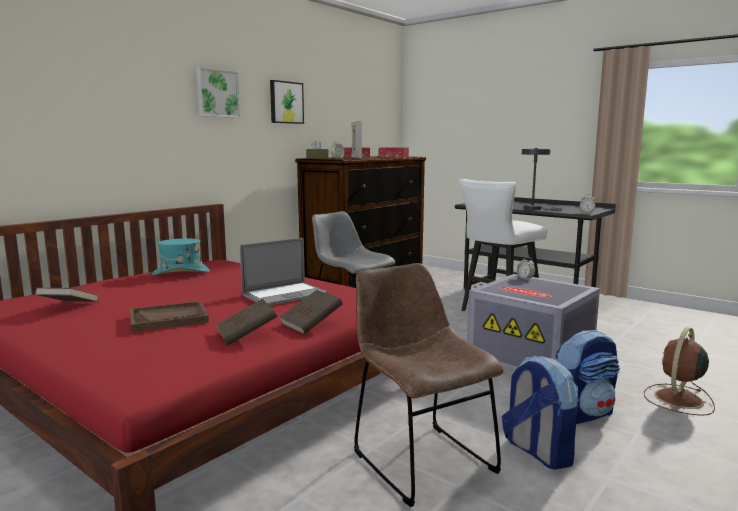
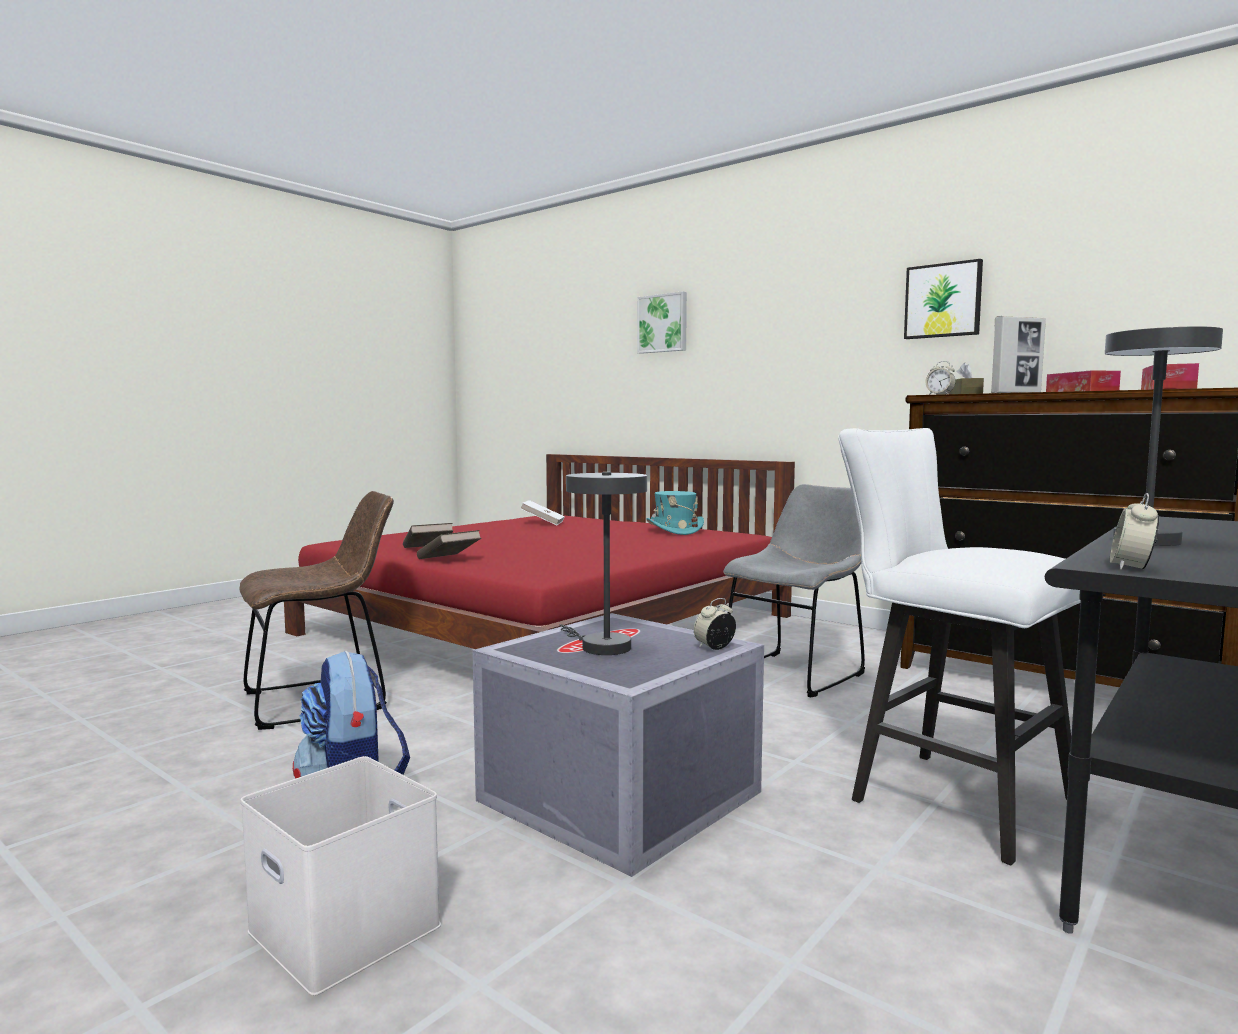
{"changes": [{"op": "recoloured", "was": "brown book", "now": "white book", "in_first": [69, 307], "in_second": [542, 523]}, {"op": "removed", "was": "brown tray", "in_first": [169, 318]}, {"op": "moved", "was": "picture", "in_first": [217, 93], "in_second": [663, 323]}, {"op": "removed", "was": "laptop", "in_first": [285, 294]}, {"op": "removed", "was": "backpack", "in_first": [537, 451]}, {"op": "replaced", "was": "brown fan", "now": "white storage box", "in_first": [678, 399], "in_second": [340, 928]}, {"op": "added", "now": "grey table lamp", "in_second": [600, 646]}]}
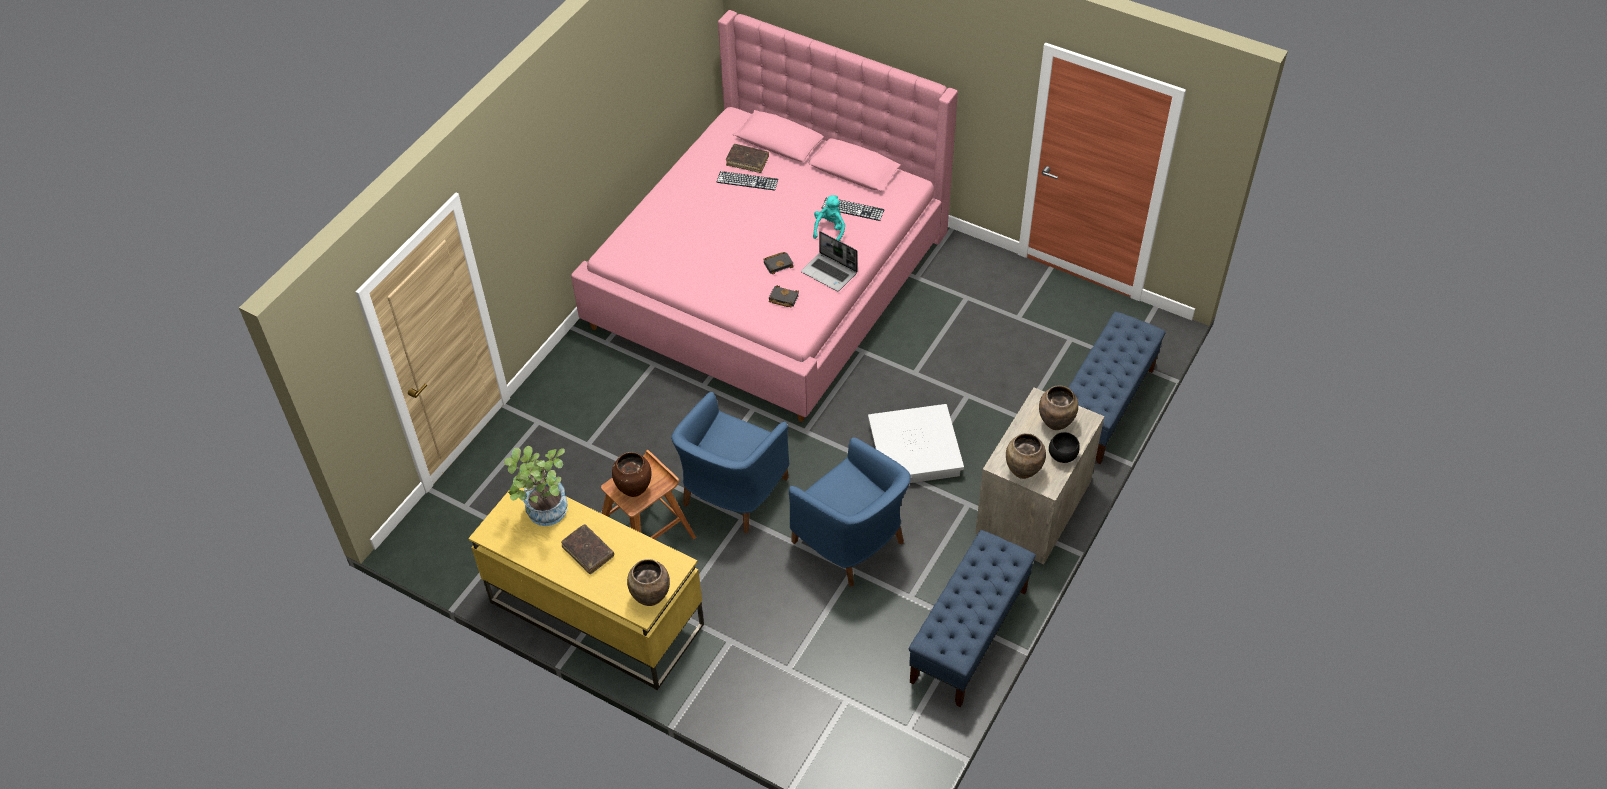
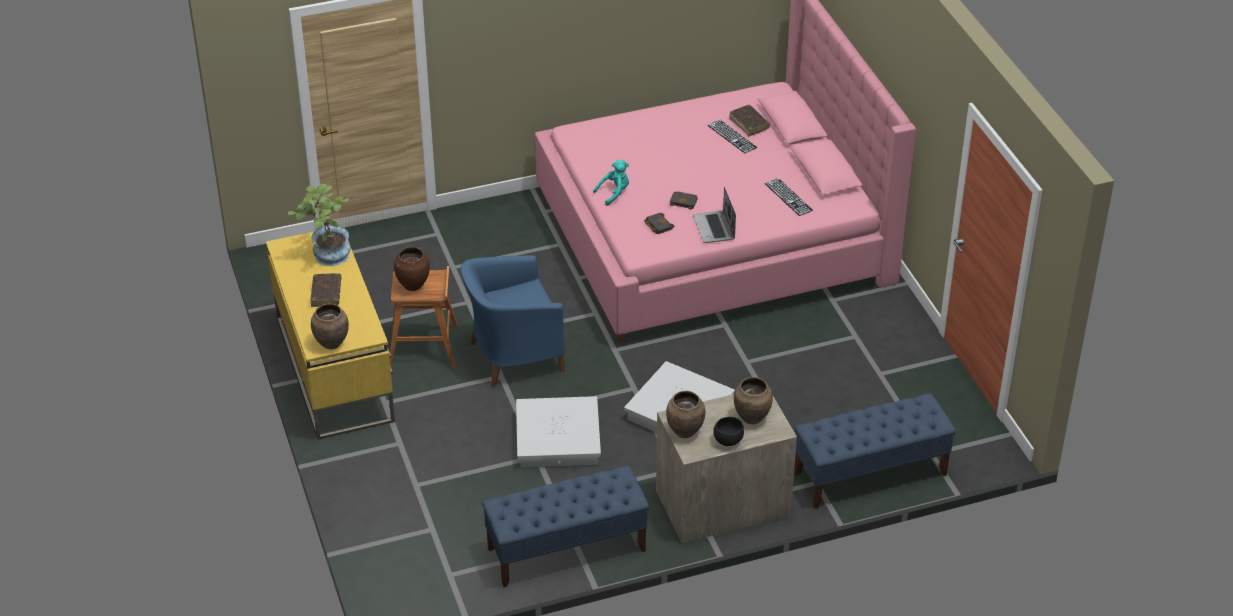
{"changes": [{"op": "replaced", "was": "blue armchair", "now": "white storage box", "in_first": [851, 542], "in_second": [557, 439]}, {"op": "moved", "was": "turquoise plush toy", "in_first": [830, 229], "in_second": [614, 193]}]}
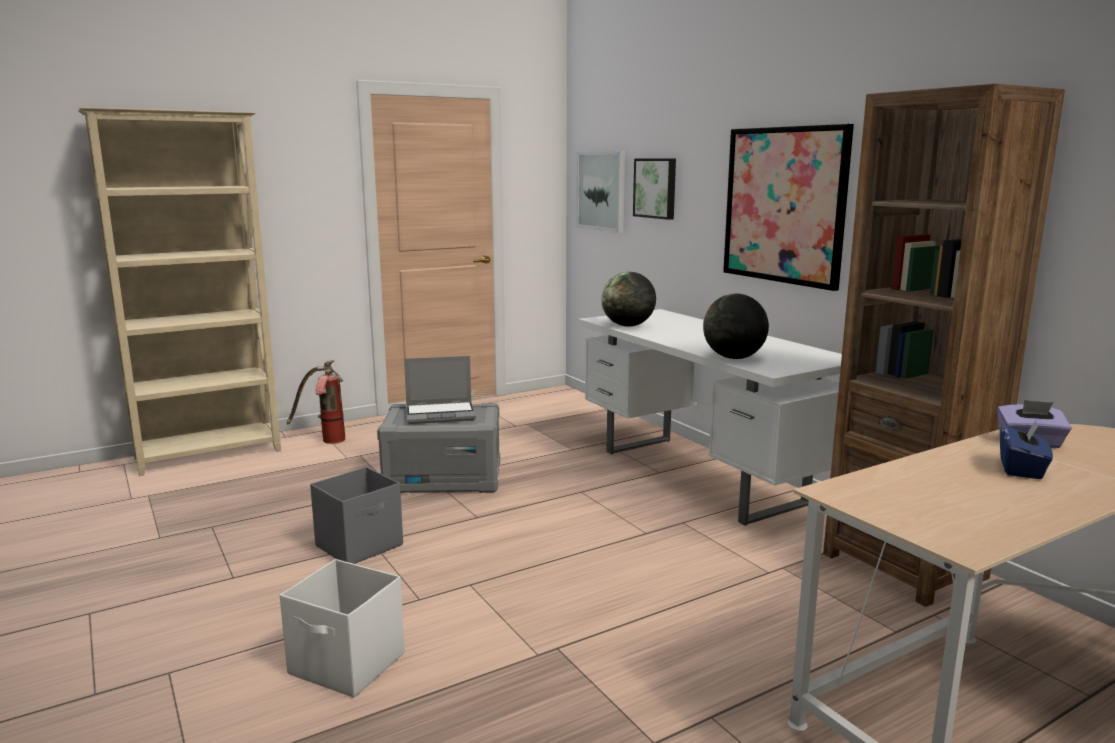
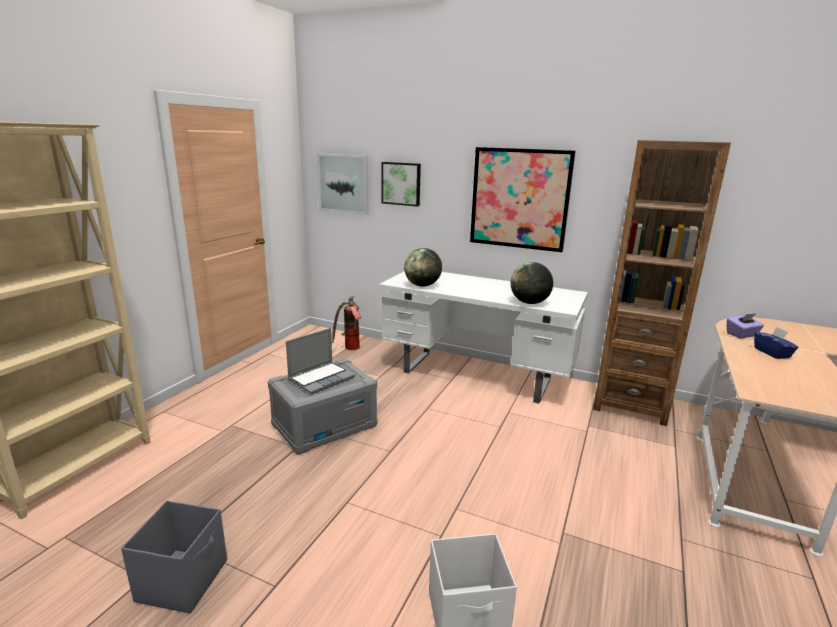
{"changes": [{"op": "moved", "was": "fire extinguisher", "in_first": [325, 441], "in_second": [349, 349]}, {"op": "moved", "was": "grey storage box", "in_first": [360, 545], "in_second": [184, 580]}]}
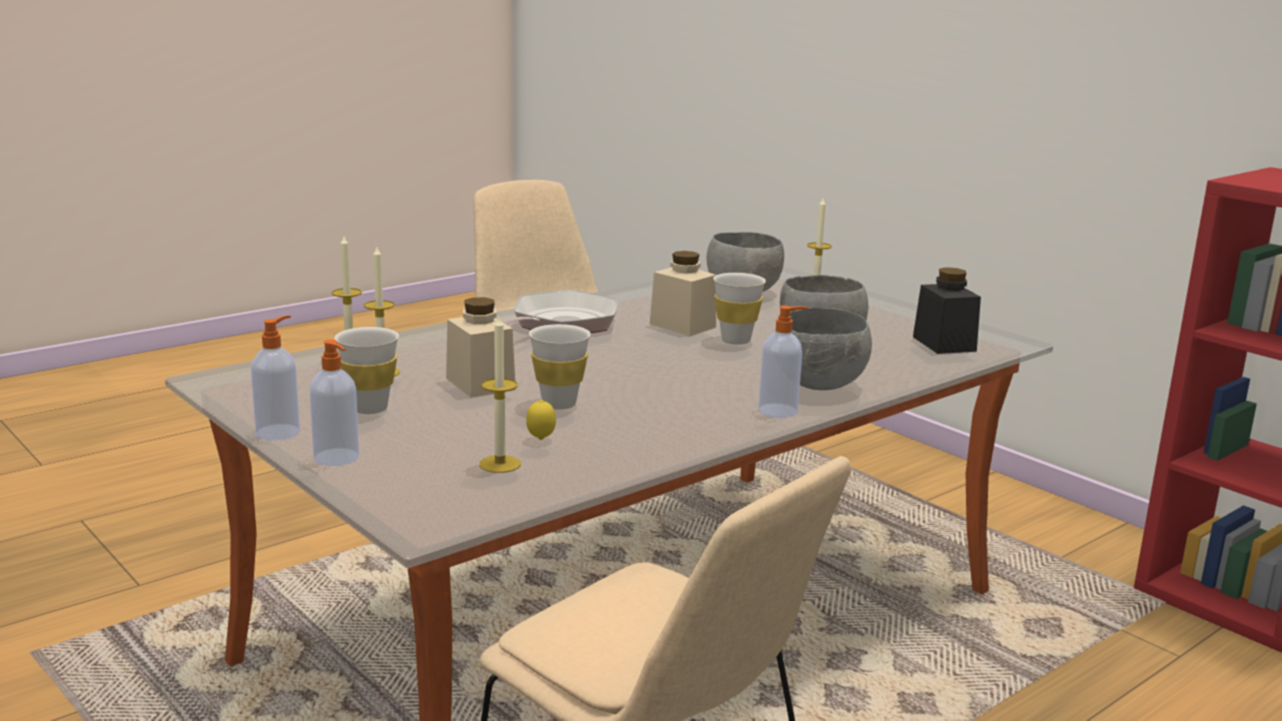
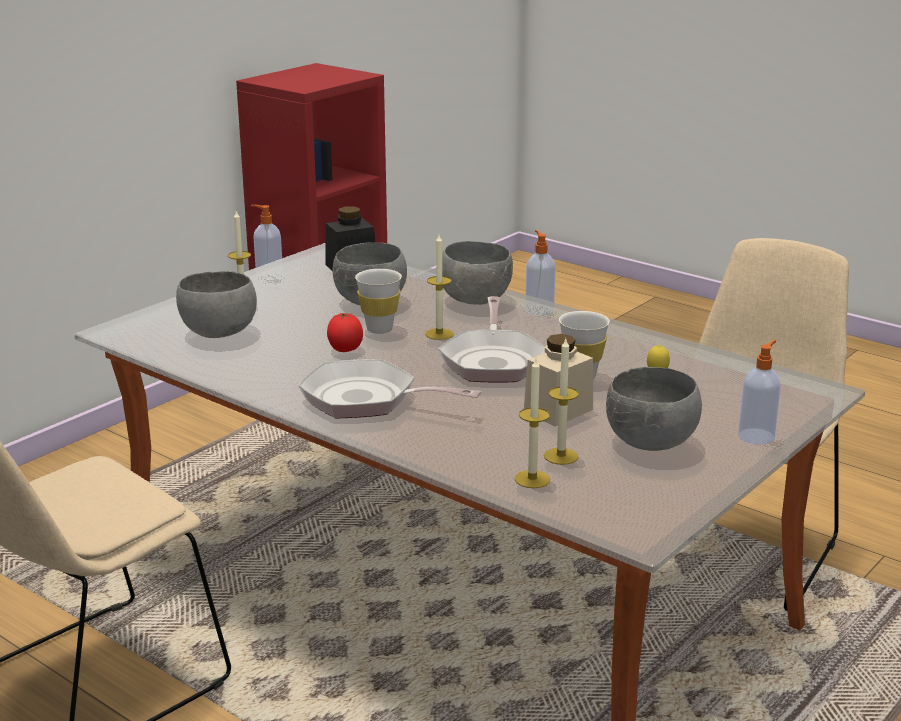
{"changes": [{"op": "moved", "was": "soap dispenser", "in_first": [279, 432], "in_second": [268, 278]}, {"op": "replaced", "was": "white cup", "now": "grey bowl", "in_first": [370, 408], "in_second": [650, 444]}, {"op": "moved", "was": "candle", "in_first": [500, 464], "in_second": [439, 334]}, {"op": "replaced", "was": "beige jar", "now": "tomato", "in_first": [682, 325], "in_second": [345, 350]}, {"op": "added", "now": "frying pan", "in_second": [493, 360]}]}
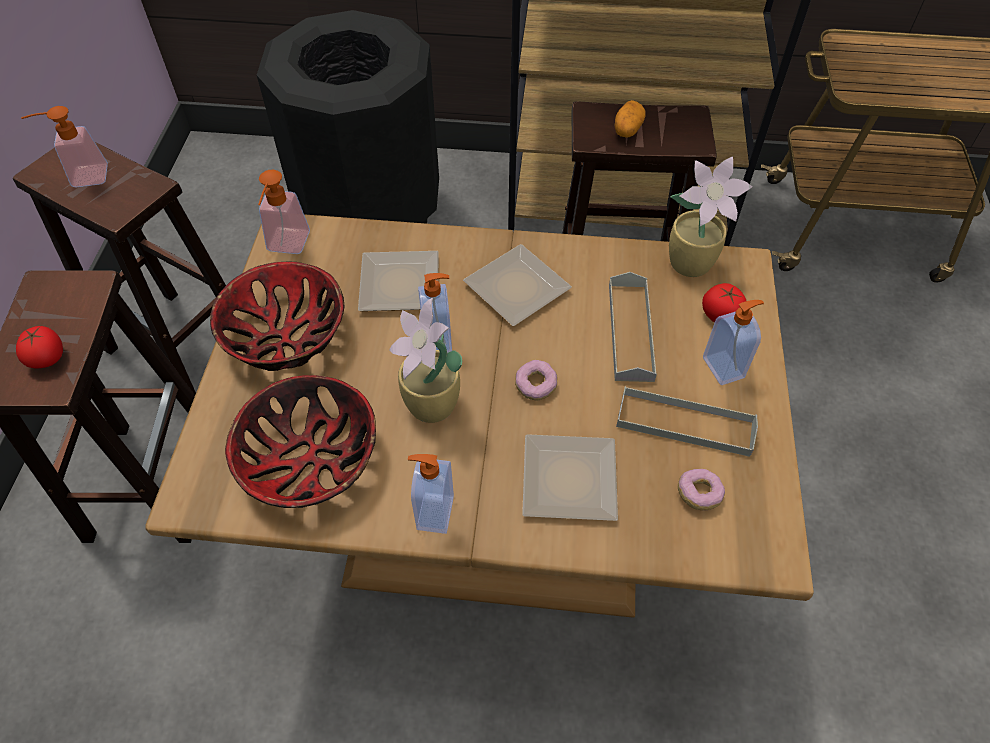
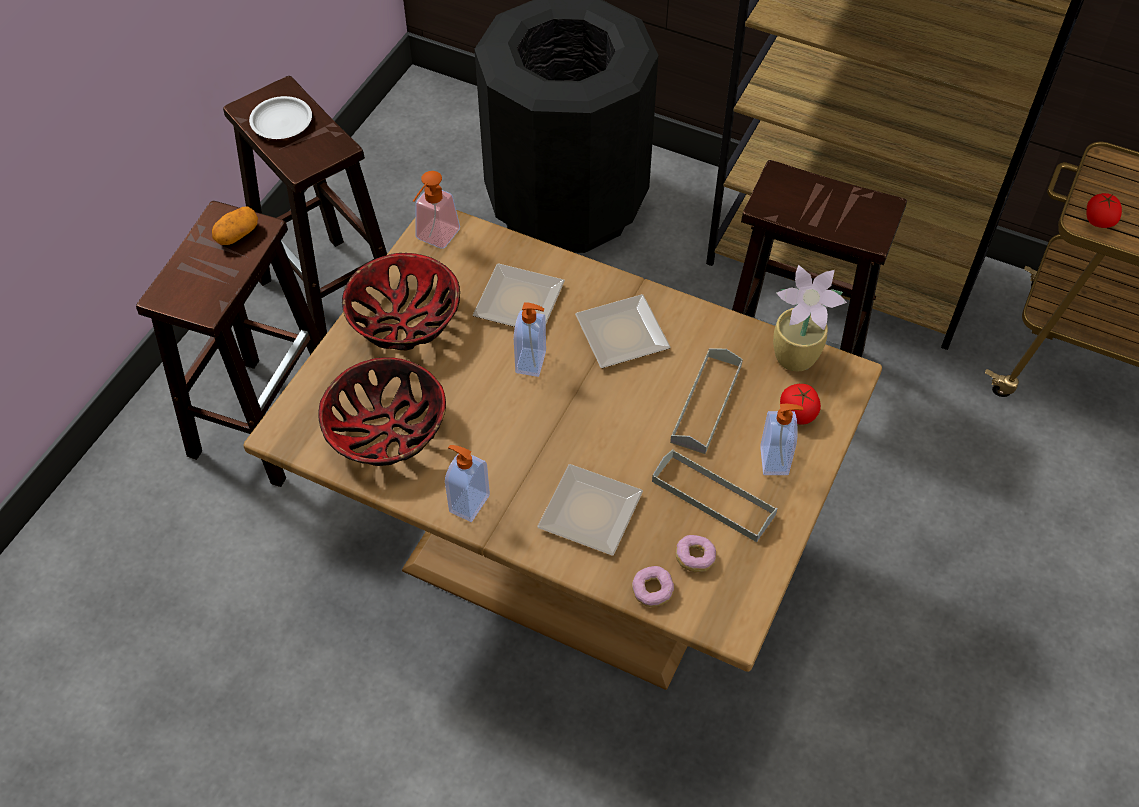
{"changes": [{"op": "moved", "was": "tomato", "in_first": [47, 358], "in_second": [1098, 221]}, {"op": "replaced", "was": "soap dispenser", "now": "white plate", "in_first": [82, 177], "in_second": [282, 122]}, {"op": "removed", "was": "potted plant", "in_first": [432, 407]}, {"op": "moved", "was": "donut", "in_first": [535, 385], "in_second": [652, 591]}, {"op": "moved", "was": "potato", "in_first": [627, 129], "in_second": [237, 235]}]}
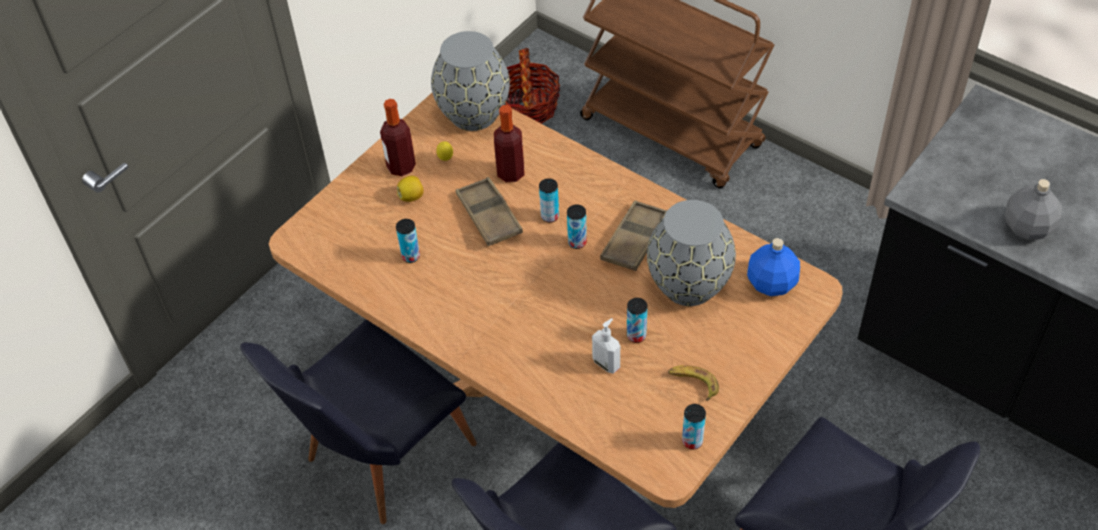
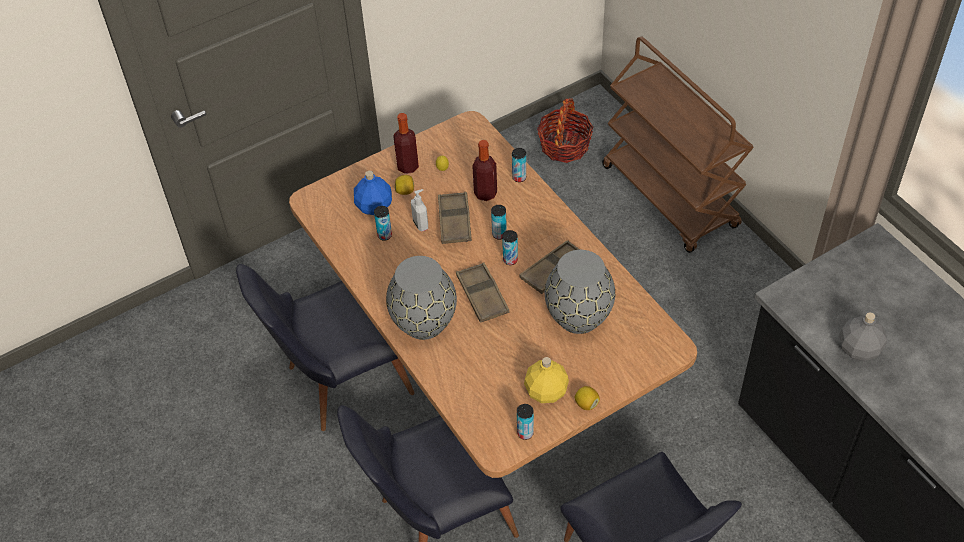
{"changes": [{"op": "moved", "was": "grey vase", "in_first": [474, 115], "in_second": [424, 323]}, {"op": "moved", "was": "soap dispenser", "in_first": [606, 363], "in_second": [421, 224]}, {"op": "moved", "was": "can", "in_first": [636, 335], "in_second": [519, 177]}, {"op": "replaced", "was": "banana", "now": "yellow bottle", "in_first": [693, 383], "in_second": [546, 391]}, {"op": "moved", "was": "blue bottle", "in_first": [770, 283], "in_second": [373, 206]}, {"op": "added", "now": "brown tray", "in_second": [482, 296]}, {"op": "added", "now": "lemon", "in_second": [586, 404]}]}
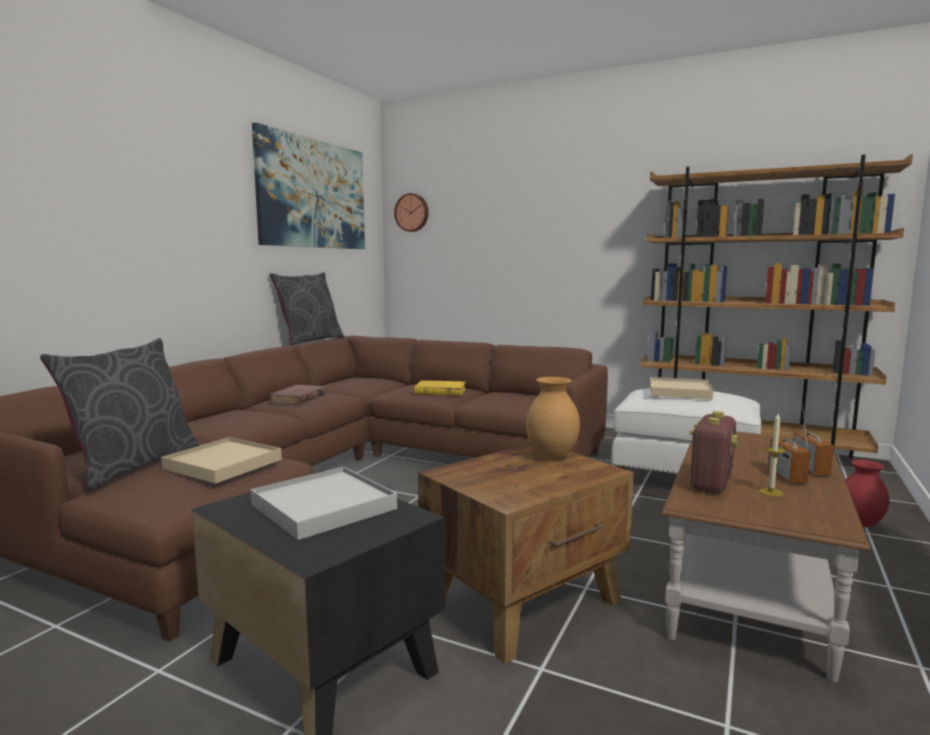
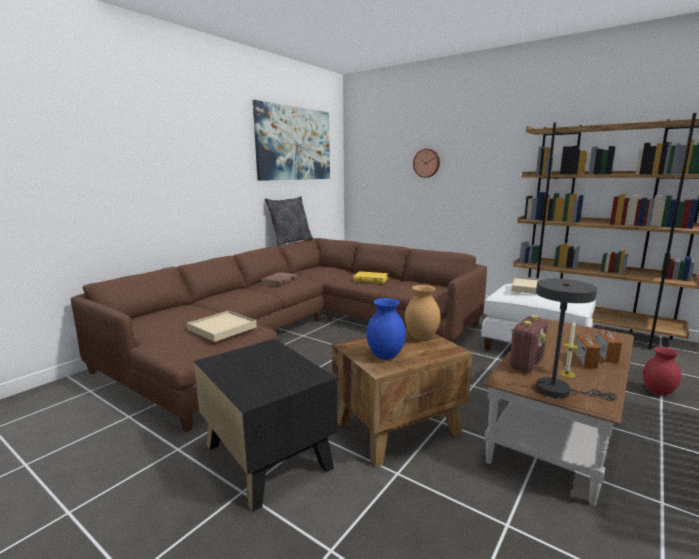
{"changes": [{"op": "removed", "was": "grey pillow", "in_first": [133, 465]}, {"op": "removed", "was": "white tray", "in_first": [323, 507]}, {"op": "moved", "was": "wall clock", "in_first": [412, 212], "in_second": [426, 163]}, {"op": "added", "now": "blue vase", "in_second": [386, 356]}, {"op": "added", "now": "grey table lamp", "in_second": [559, 391]}]}
